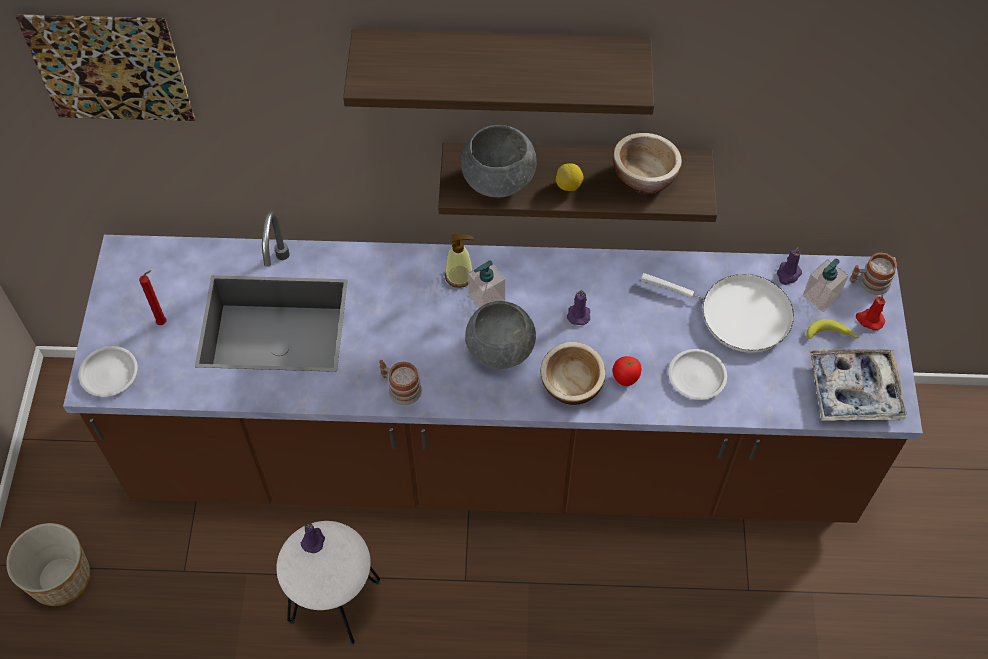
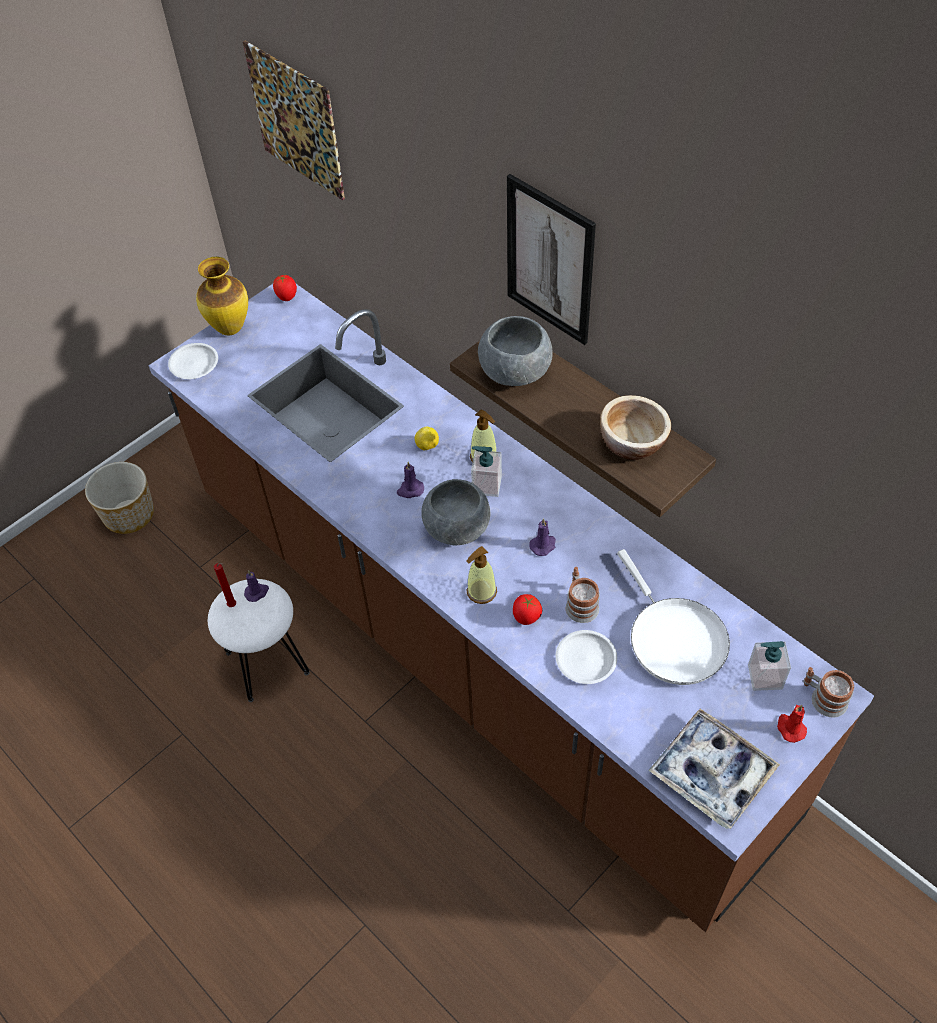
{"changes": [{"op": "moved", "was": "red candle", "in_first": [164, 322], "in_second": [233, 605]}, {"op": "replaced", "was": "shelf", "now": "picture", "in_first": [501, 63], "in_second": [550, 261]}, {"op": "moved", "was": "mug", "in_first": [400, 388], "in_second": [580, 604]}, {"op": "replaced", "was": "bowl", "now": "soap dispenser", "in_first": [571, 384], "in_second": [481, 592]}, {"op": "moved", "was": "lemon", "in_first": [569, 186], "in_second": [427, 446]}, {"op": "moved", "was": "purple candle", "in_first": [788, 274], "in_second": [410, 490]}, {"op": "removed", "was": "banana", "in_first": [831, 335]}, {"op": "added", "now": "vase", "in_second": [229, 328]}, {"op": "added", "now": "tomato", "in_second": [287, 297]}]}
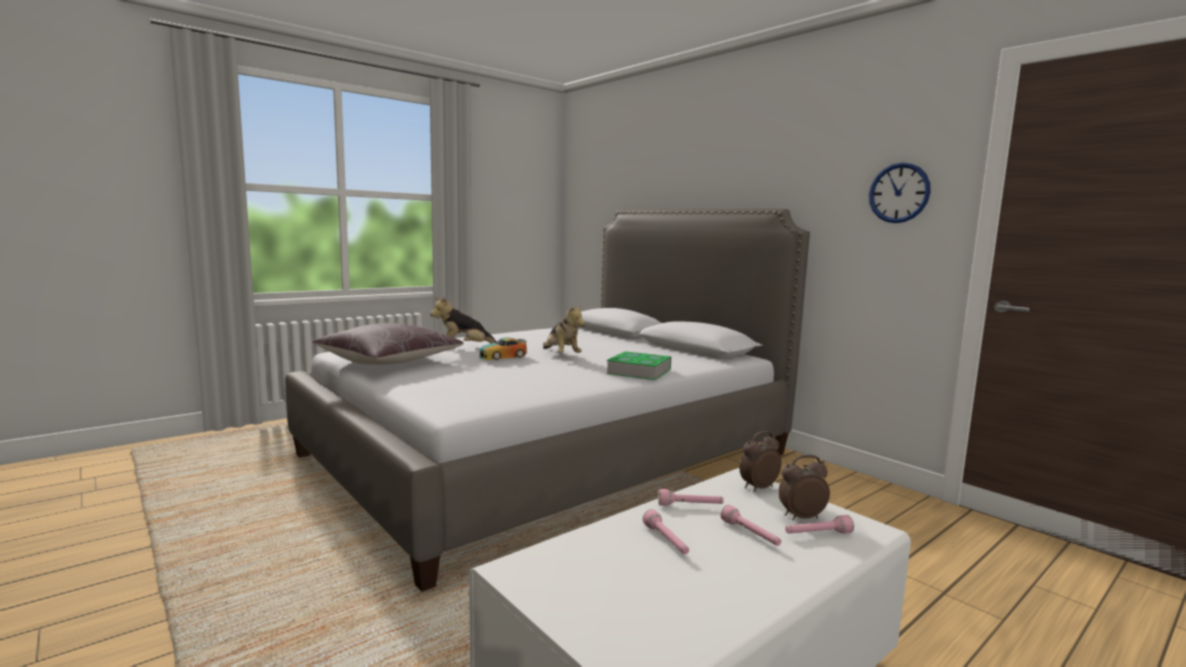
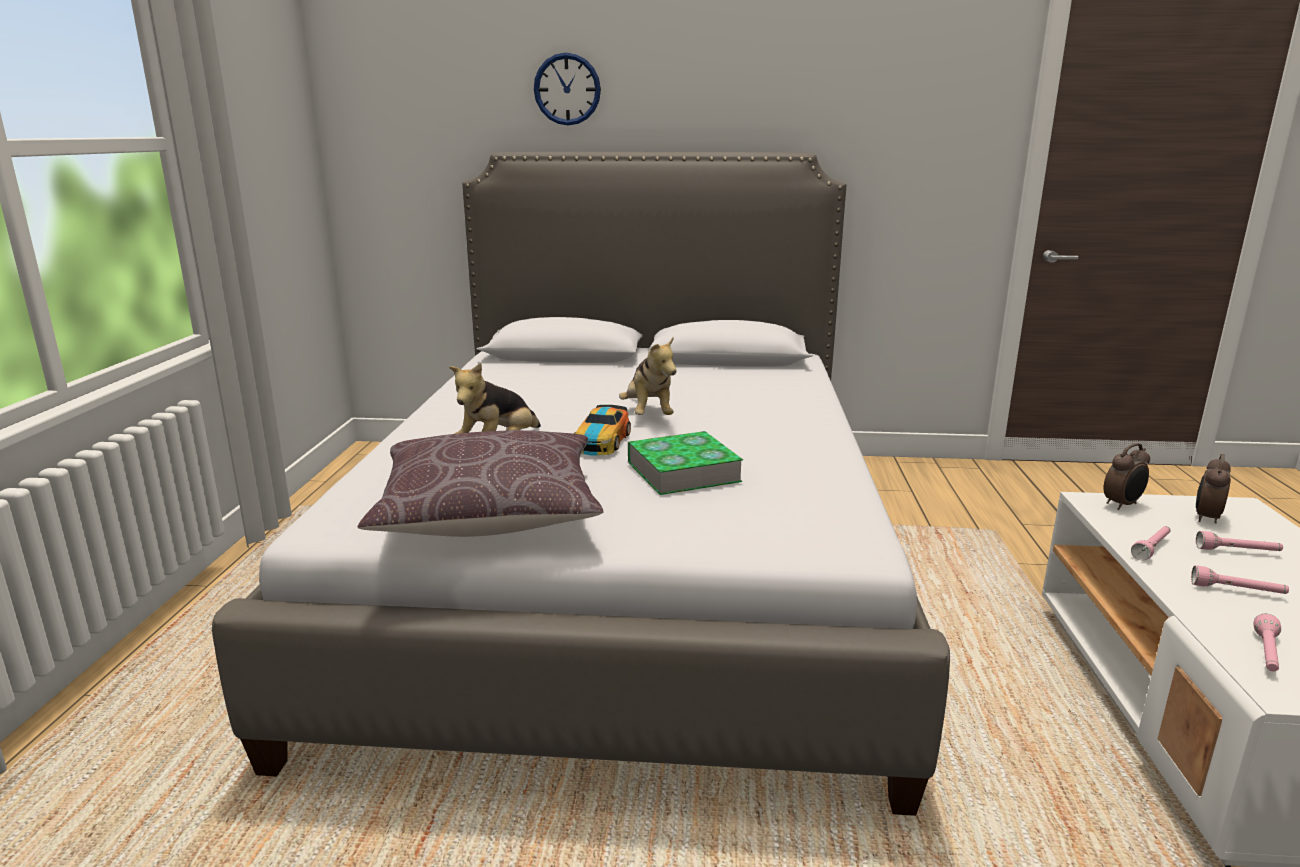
{"changes": [{"op": "turned", "was": "plush toy", "in_first": [561, 355], "in_second": [648, 414], "clockwise": 60}, {"op": "moved", "was": "book", "in_first": [639, 371], "in_second": [683, 471]}, {"op": "turned", "was": "alarm clock", "in_first": [757, 487], "in_second": [1122, 505], "clockwise": -135}, {"op": "moved", "was": "pink flashlight", "in_first": [817, 534], "in_second": [1266, 654]}, {"op": "moved", "was": "wall clock", "in_first": [899, 193], "in_second": [567, 89]}]}
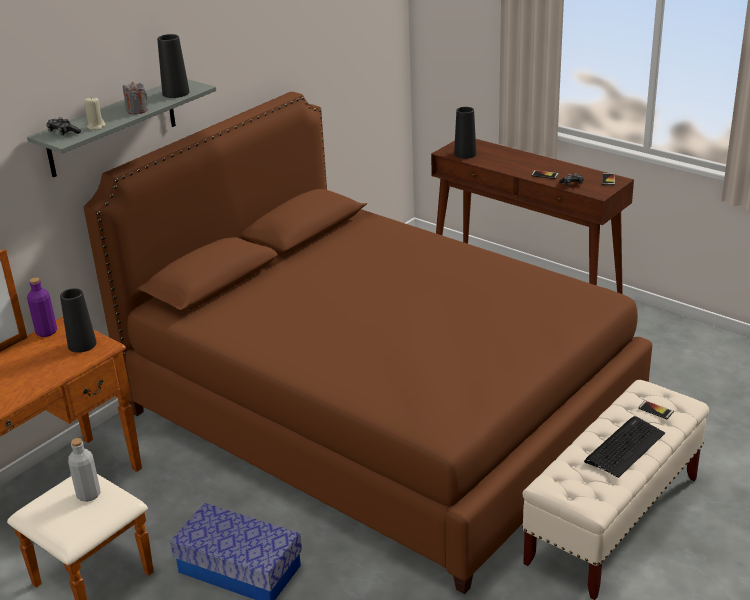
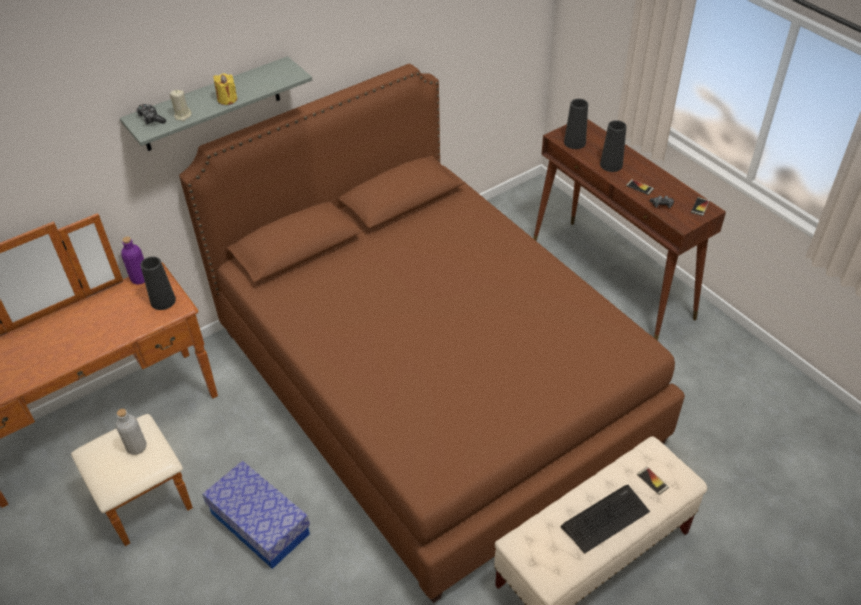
{"changes": [{"op": "recoloured", "was": "grey candle", "now": "yellow candle", "in_first": [137, 110], "in_second": [227, 99]}, {"op": "moved", "was": "black vase", "in_first": [176, 93], "in_second": [611, 165]}]}
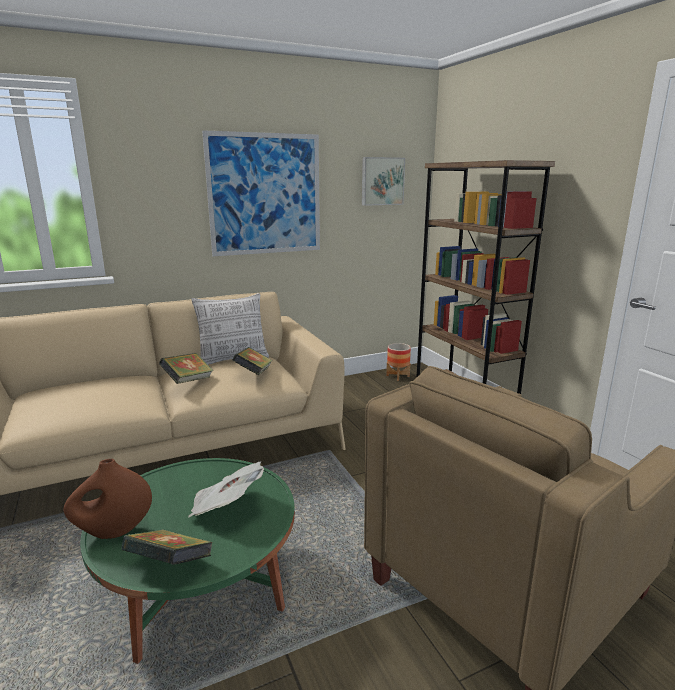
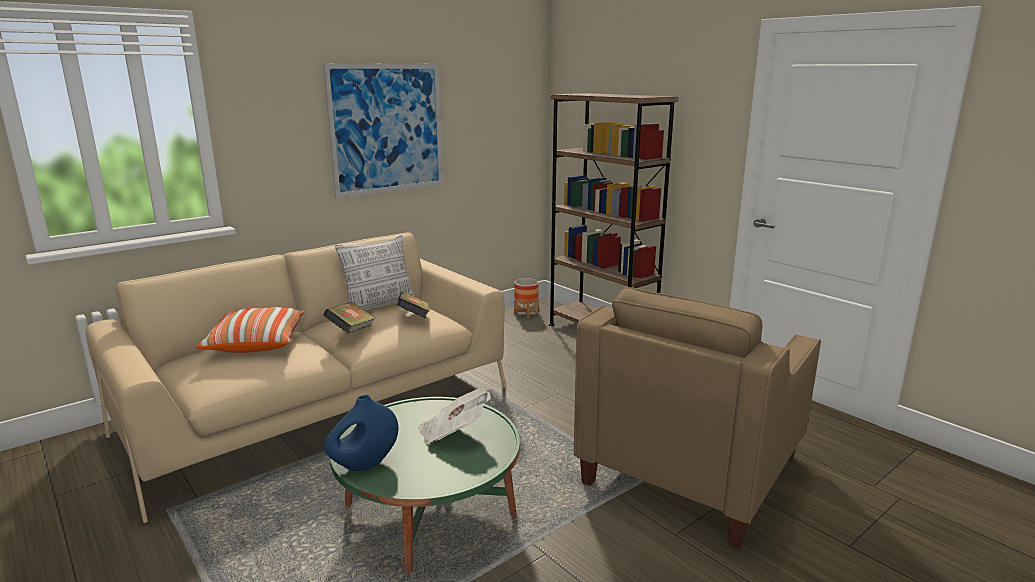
{"changes": [{"op": "recoloured", "was": "brown vase", "now": "blue vase", "in_first": [113, 531], "in_second": [364, 464]}, {"op": "removed", "was": "book", "in_first": [170, 565]}, {"op": "removed", "was": "picture", "in_first": [382, 181]}, {"op": "added", "now": "pillow", "in_second": [256, 343]}]}
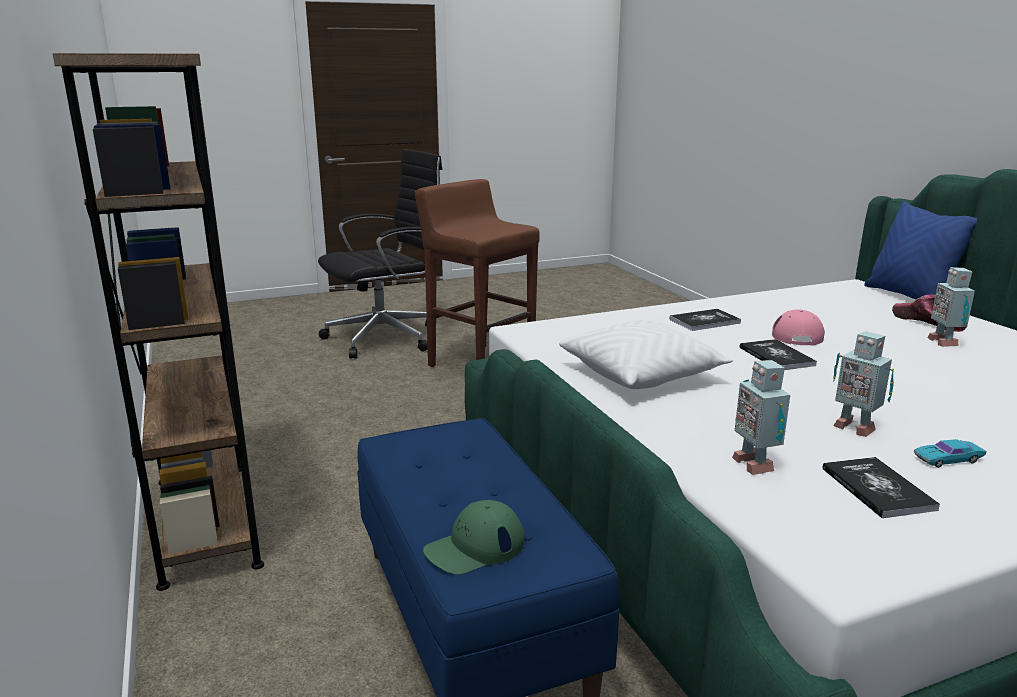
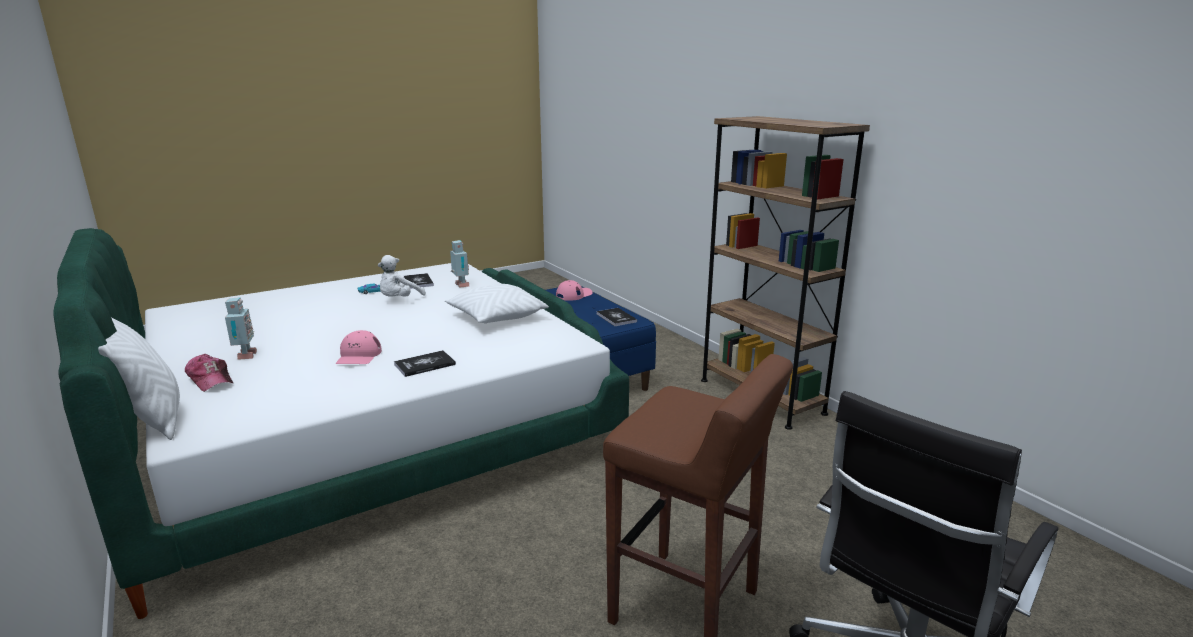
{"changes": [{"op": "recoloured", "was": "green cap", "now": "pink cap", "in_first": [475, 547], "in_second": [574, 295]}, {"op": "moved", "was": "book", "in_first": [776, 356], "in_second": [616, 318]}, {"op": "replaced", "was": "toy robot", "now": "white plush toy", "in_first": [854, 427], "in_second": [399, 300]}, {"op": "recoloured", "was": "blue pillow", "now": "white pillow", "in_first": [908, 296], "in_second": [154, 420]}]}
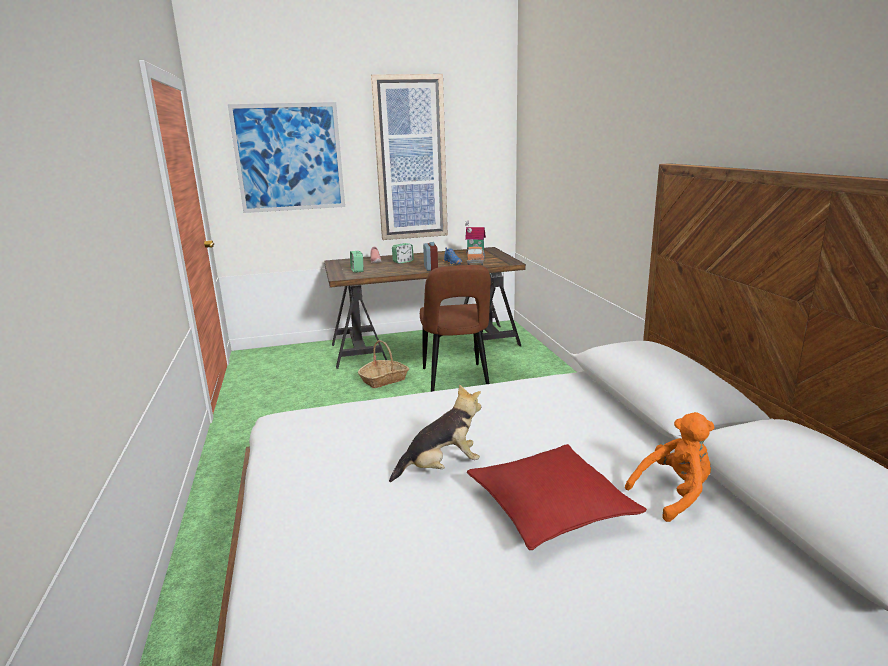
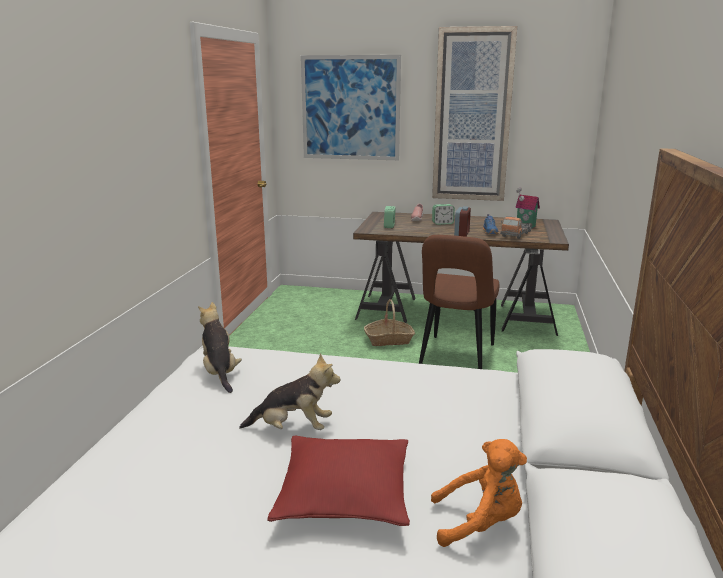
{"changes": [{"op": "added", "now": "plush toy", "in_second": [220, 372]}]}
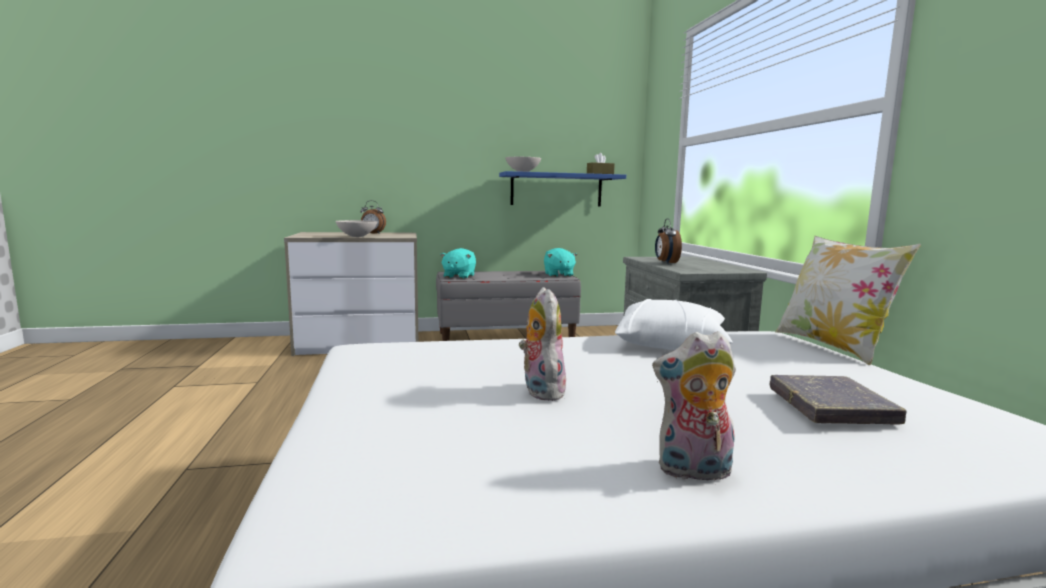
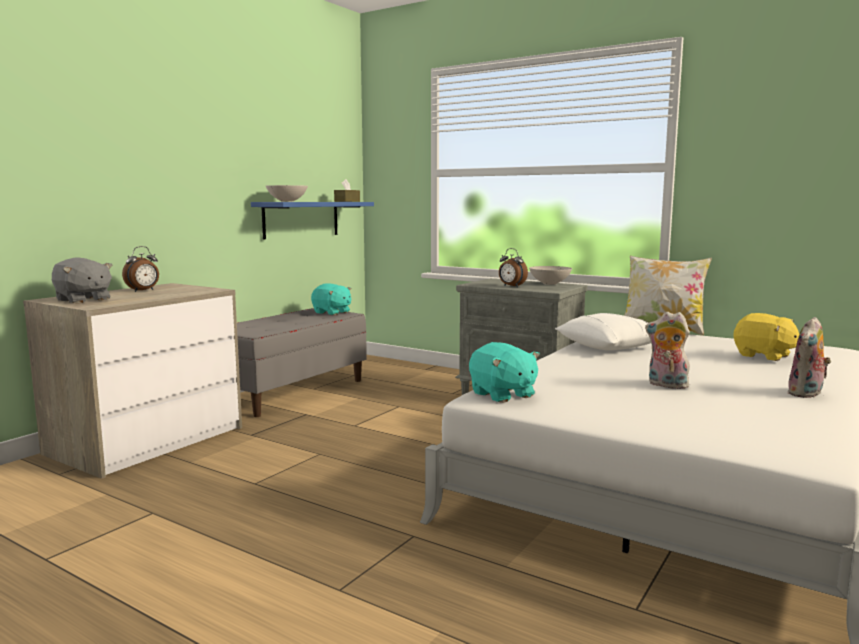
{"changes": [{"op": "moved", "was": "white bowl", "in_first": [357, 236], "in_second": [550, 284]}, {"op": "moved", "was": "turquoise plush toy", "in_first": [458, 276], "in_second": [502, 394]}, {"op": "replaced", "was": "grey book", "now": "yellow plush toy", "in_first": [830, 406], "in_second": [764, 356]}, {"op": "added", "now": "grey plush toy", "in_second": [83, 300]}]}
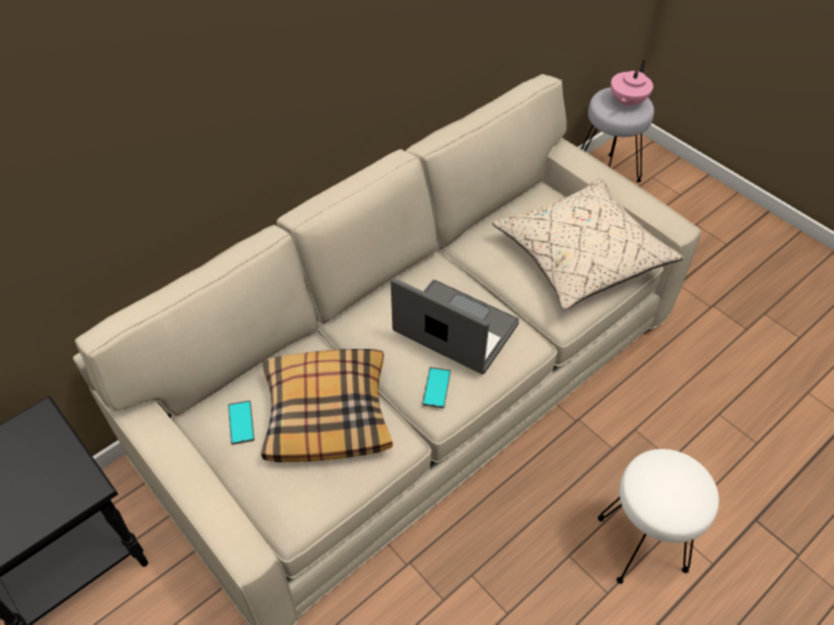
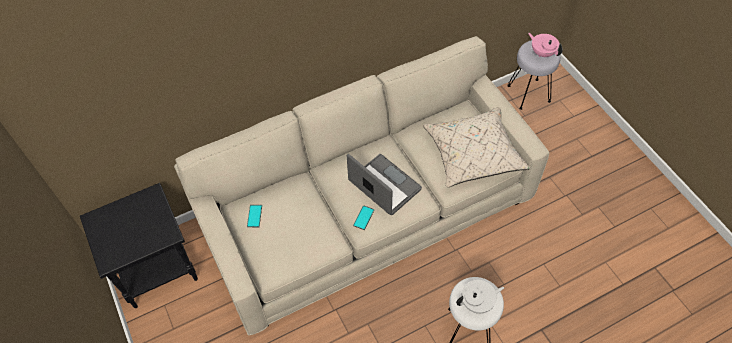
{"changes": [{"op": "removed", "was": "pillow", "in_first": [327, 413]}, {"op": "turned", "was": "pink teapot", "in_first": [626, 102], "in_second": [542, 53], "clockwise": 90}, {"op": "added", "now": "white teapot", "in_second": [477, 303]}]}
